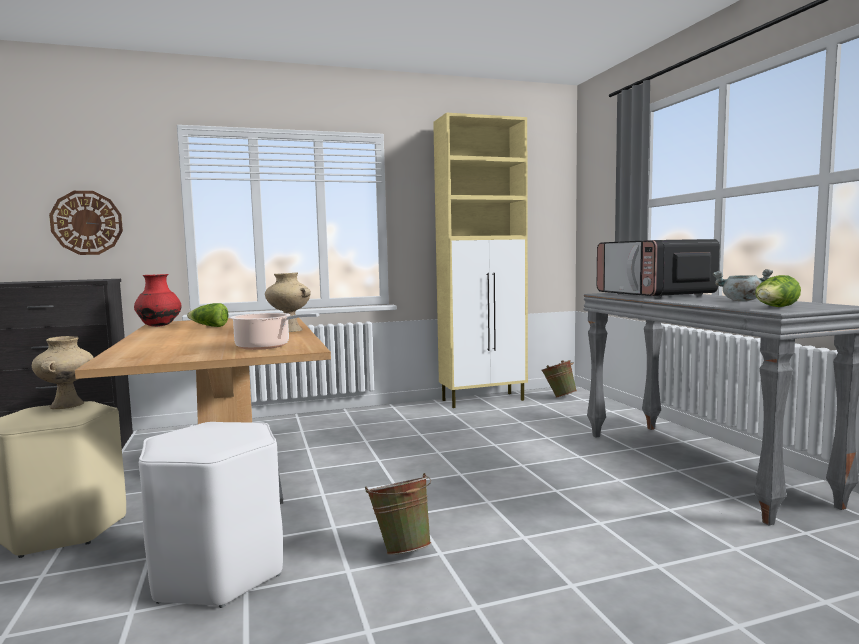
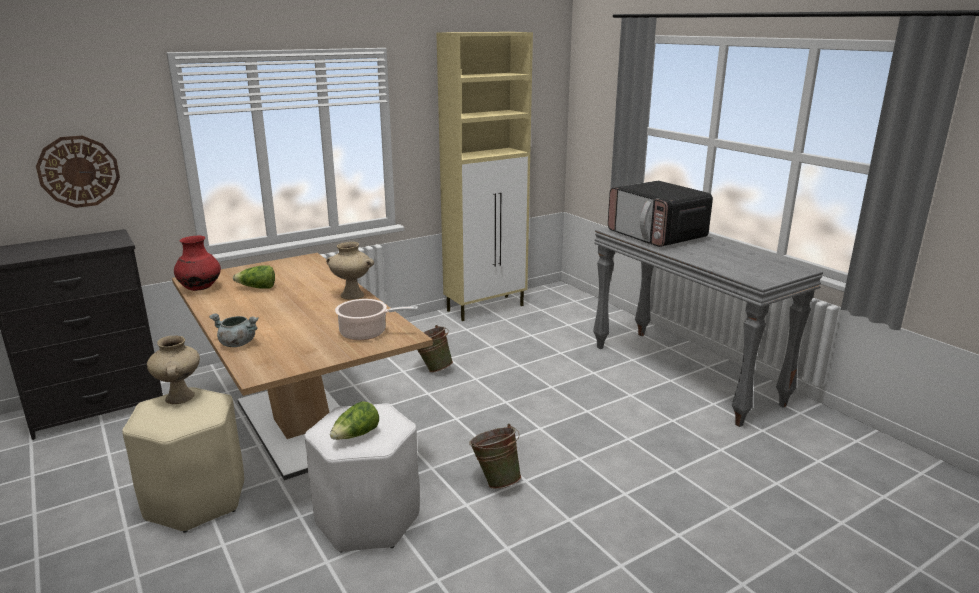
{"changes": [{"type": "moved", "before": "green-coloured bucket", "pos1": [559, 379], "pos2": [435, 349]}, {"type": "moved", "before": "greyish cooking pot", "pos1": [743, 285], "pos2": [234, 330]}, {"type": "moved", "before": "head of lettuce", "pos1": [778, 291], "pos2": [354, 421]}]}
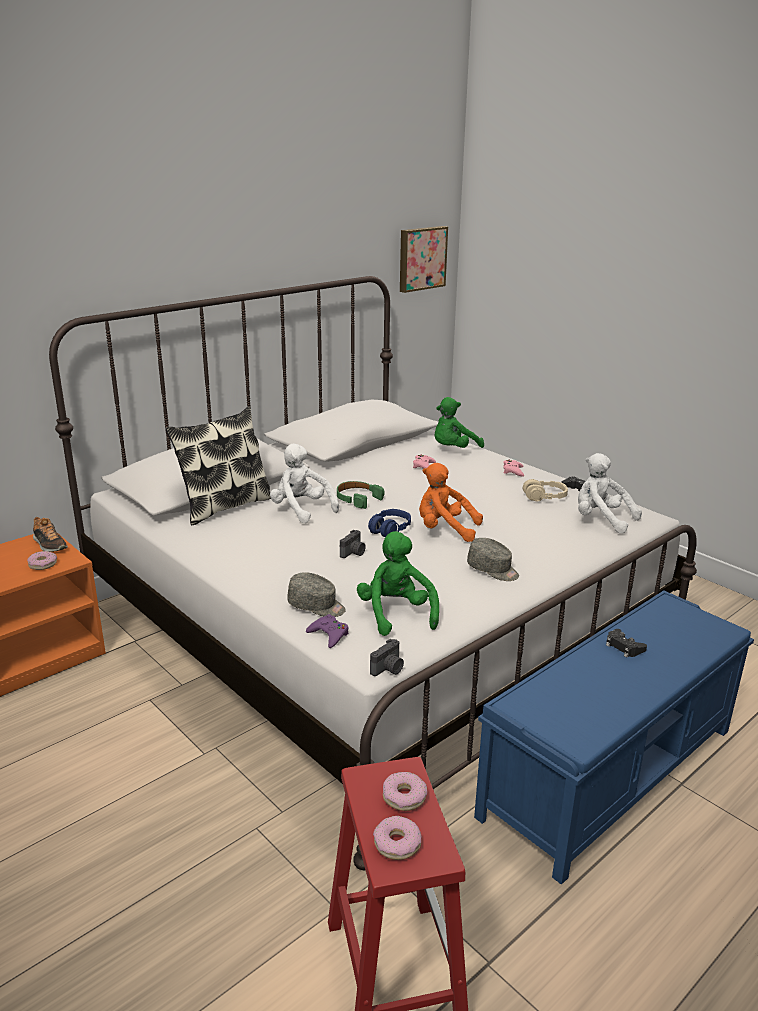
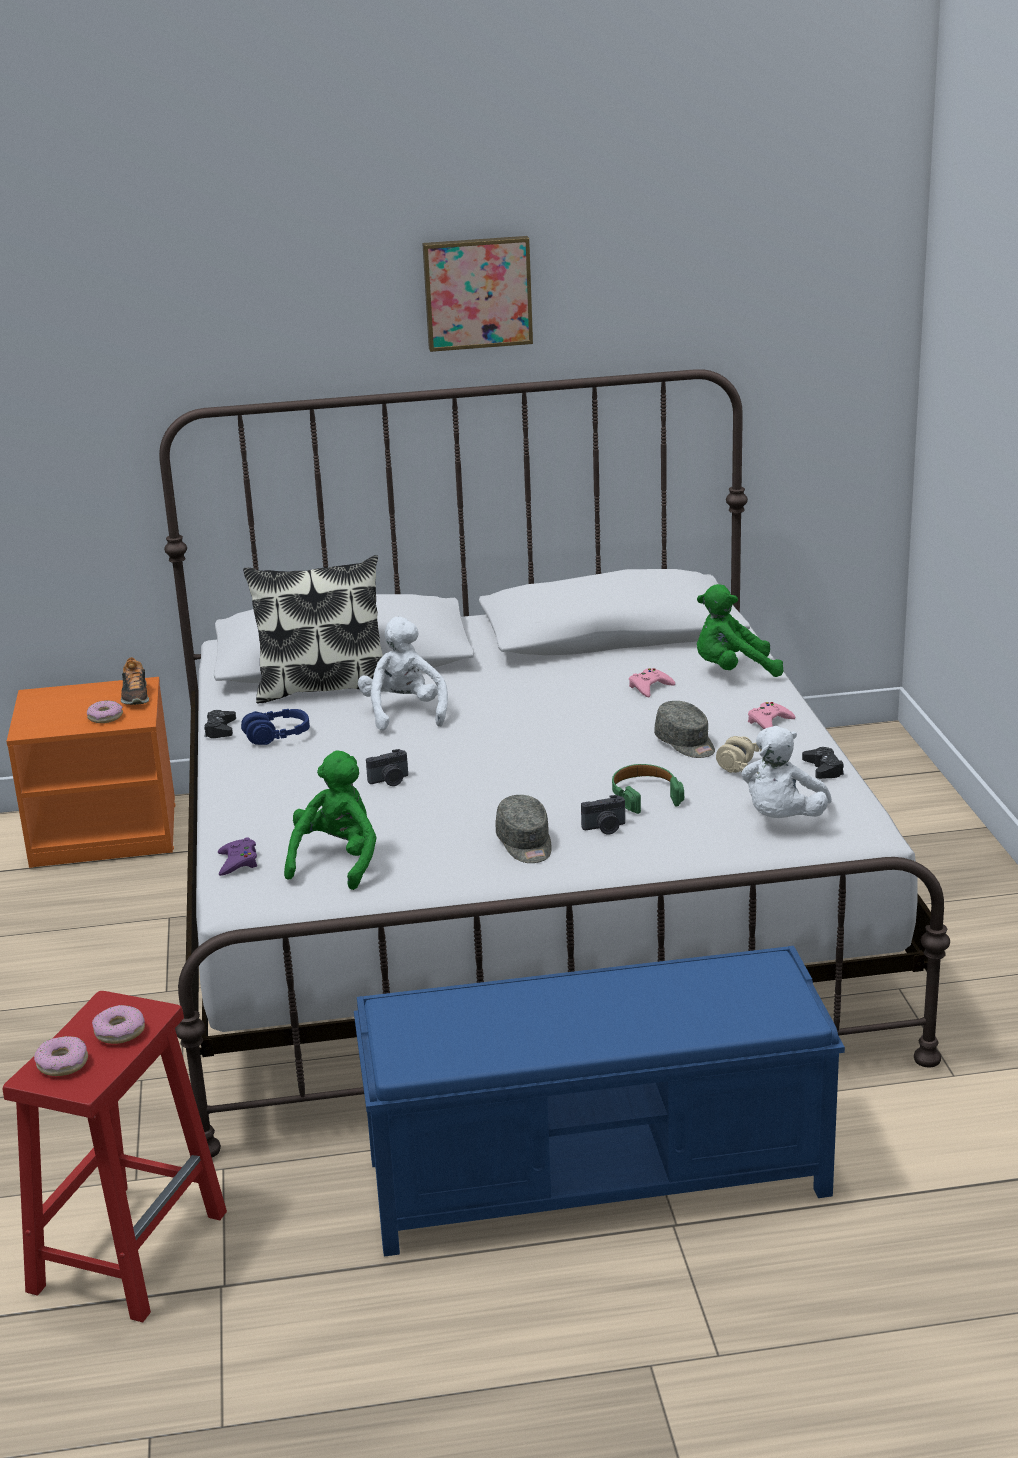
{"changes": [{"type": "removed", "before": "orangey cuddly toy", "pos1": [451, 502]}, {"type": "moved", "before": "greyish baseball cap", "pos1": [316, 594], "pos2": [684, 729]}, {"type": "moved", "before": "green-coloured headphones", "pos1": [361, 495], "pos2": [648, 789]}, {"type": "moved", "before": "blue headphones", "pos1": [389, 523], "pos2": [275, 727]}, {"type": "moved", "before": "photo camera", "pos1": [387, 657], "pos2": [603, 814]}, {"type": "moved", "before": "picture", "pos1": [424, 259], "pos2": [477, 294]}, {"type": "moved", "before": "blackish joypad", "pos1": [626, 643], "pos2": [220, 724]}, {"type": "turned", "before": "white-coloured cuddly toy", "pos1": [610, 493], "pos2": [786, 772], "turn": -135}]}
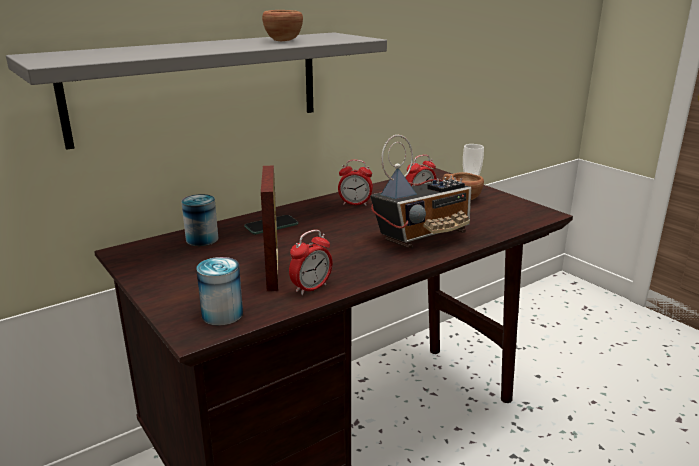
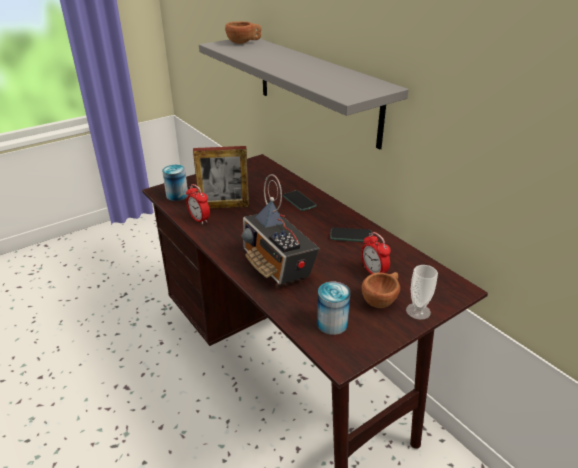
{"changes": [{"type": "moved", "before": "metal can", "pos1": [199, 220], "pos2": [334, 308]}, {"type": "moved", "before": "brownish drinking cup", "pos1": [282, 25], "pos2": [243, 32]}, {"type": "replaced", "before": "bedside clock", "after": "handset", "pos1": [355, 183], "pos2": [351, 234]}]}
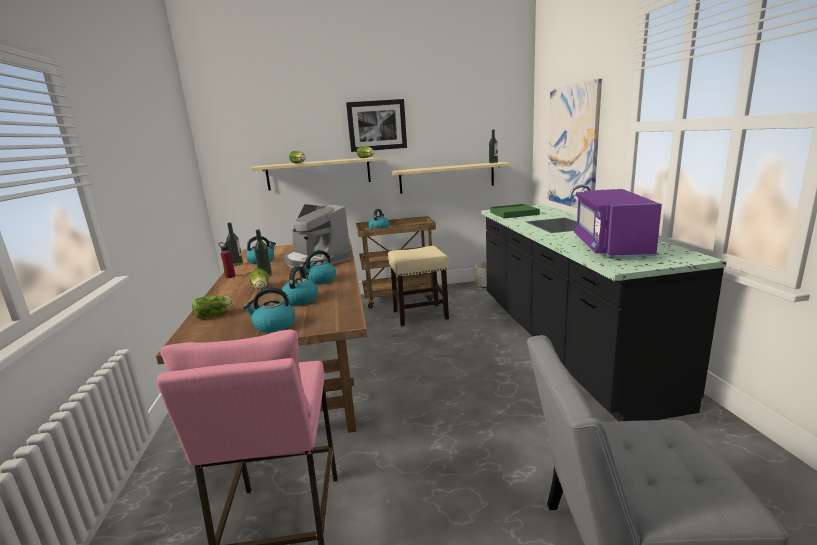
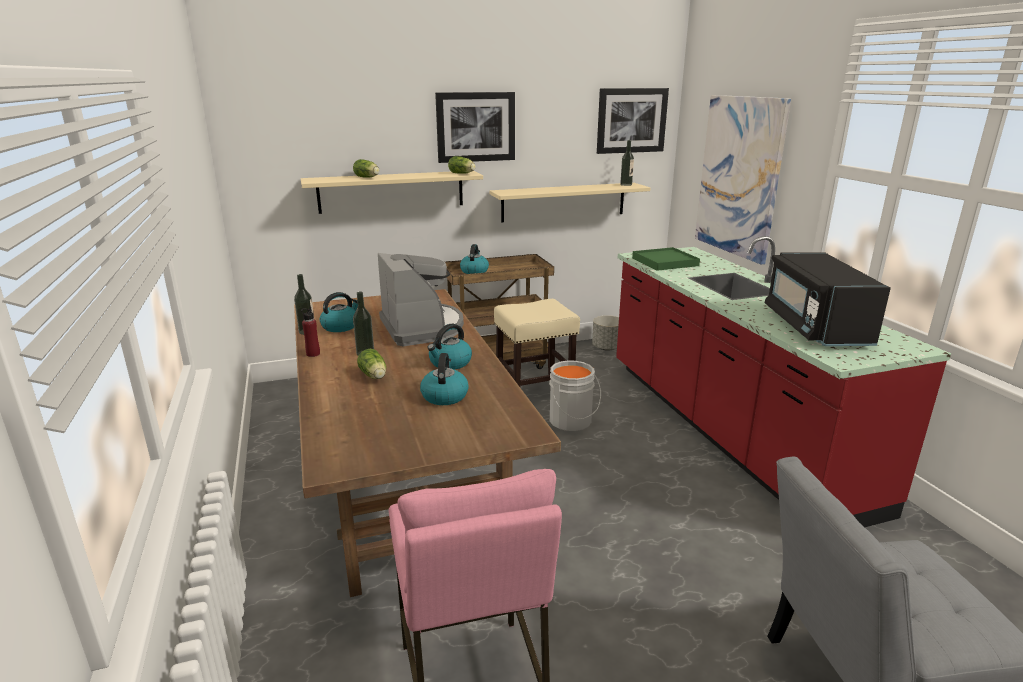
{"changes": [{"type": "removed", "before": "head of lettuce", "pos1": [212, 307]}, {"type": "removed", "before": "kettle", "pos1": [269, 310]}, {"type": "added", "after": "greyish bucket", "pos2": [575, 395]}, {"type": "added", "after": "picture", "pos2": [633, 121]}, {"type": "recoloured", "before": "blackish counter", "after": "red-coloured counter", "pos1": [604, 302], "pos2": [783, 381]}, {"type": "recoloured", "before": "purple-coloured microwave", "after": "blackish microwave", "pos1": [618, 224], "pos2": [828, 299]}, {"type": "turned", "before": "coffee brewer", "pos1": [318, 235], "pos2": [421, 299], "turn": -150}]}
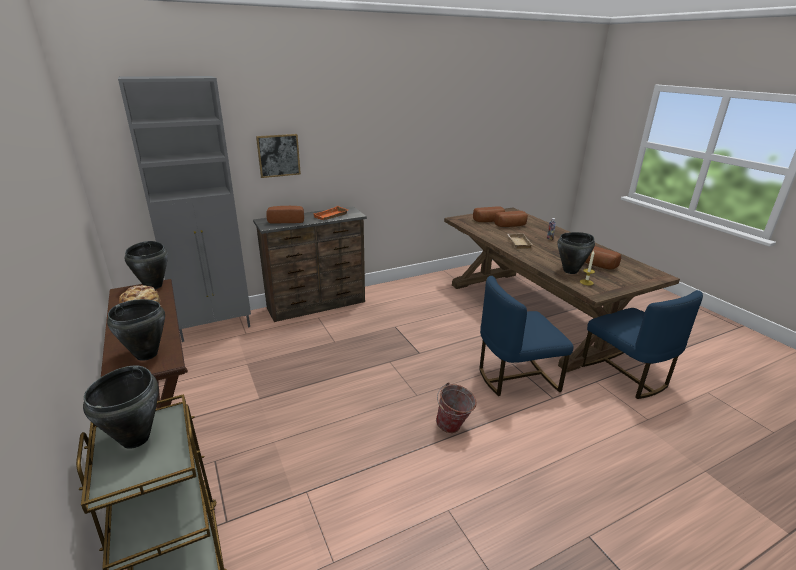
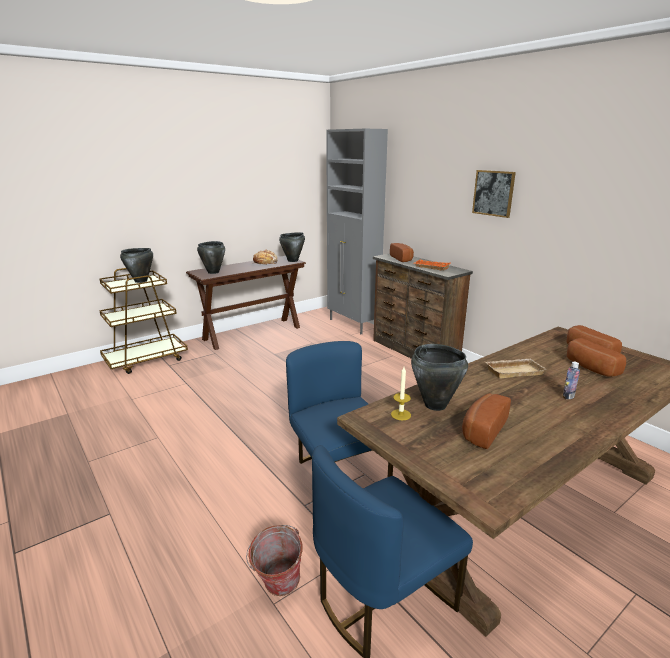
{"changes": [{"type": "moved", "before": "picture", "pos1": [278, 156], "pos2": [494, 194]}, {"type": "moved", "before": "bucket", "pos1": [456, 407], "pos2": [274, 560]}]}
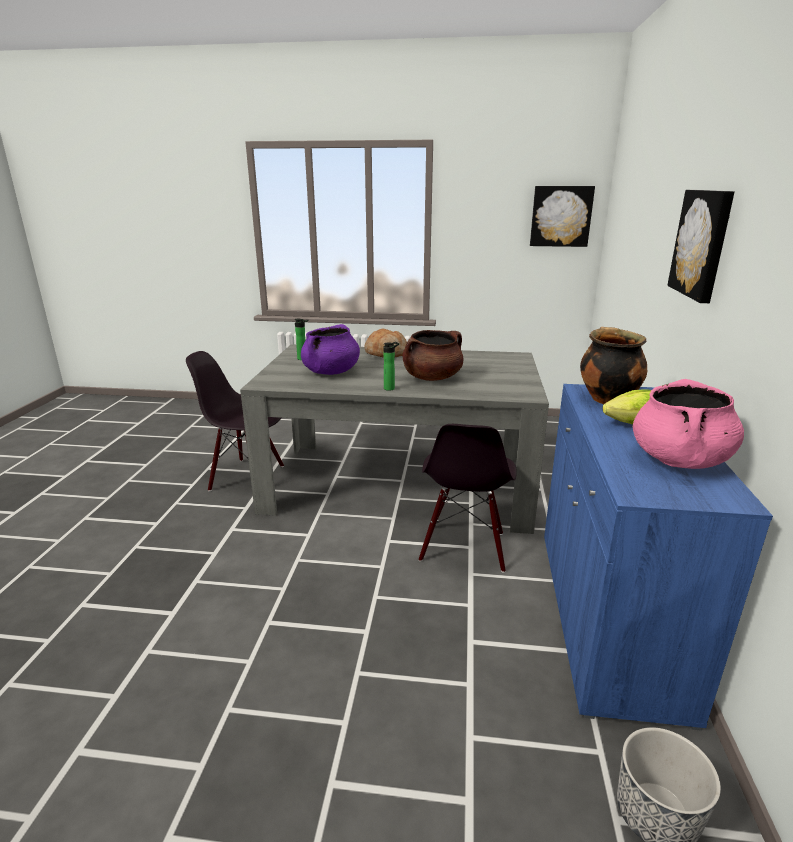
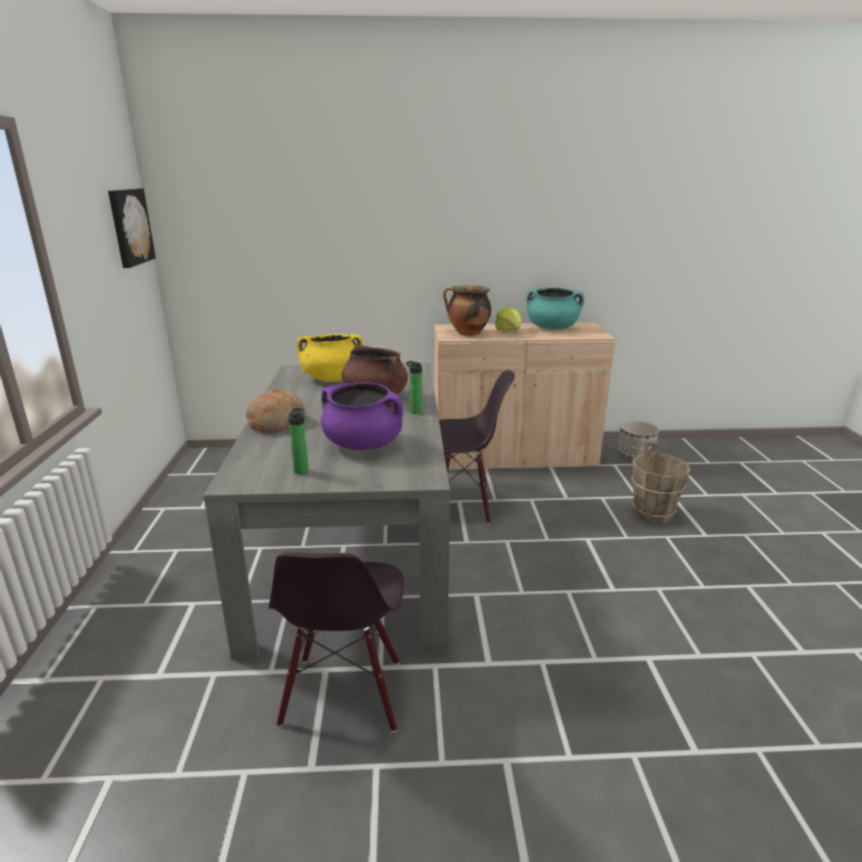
{"changes": [{"type": "removed", "before": "picture", "pos1": [700, 246]}, {"type": "added", "after": "yellowish cooking pot", "pos2": [329, 358]}, {"type": "added", "after": "brownish bucket", "pos2": [661, 483]}, {"type": "recoloured", "before": "blue storage cabinet", "after": "beige-coloured storage cabinet", "pos1": [658, 557], "pos2": [524, 396]}, {"type": "recoloured", "before": "pink-coloured cooking pot", "after": "turquoise cooking pot", "pos1": [688, 424], "pos2": [555, 308]}]}
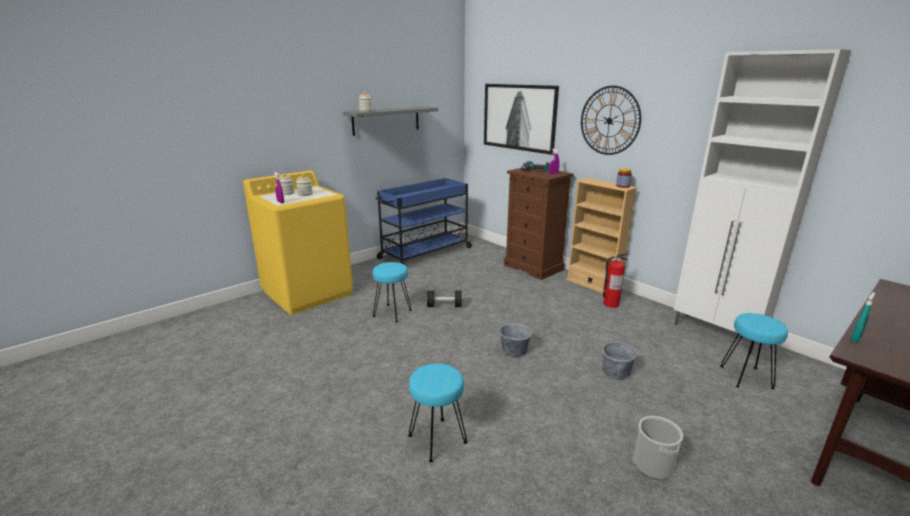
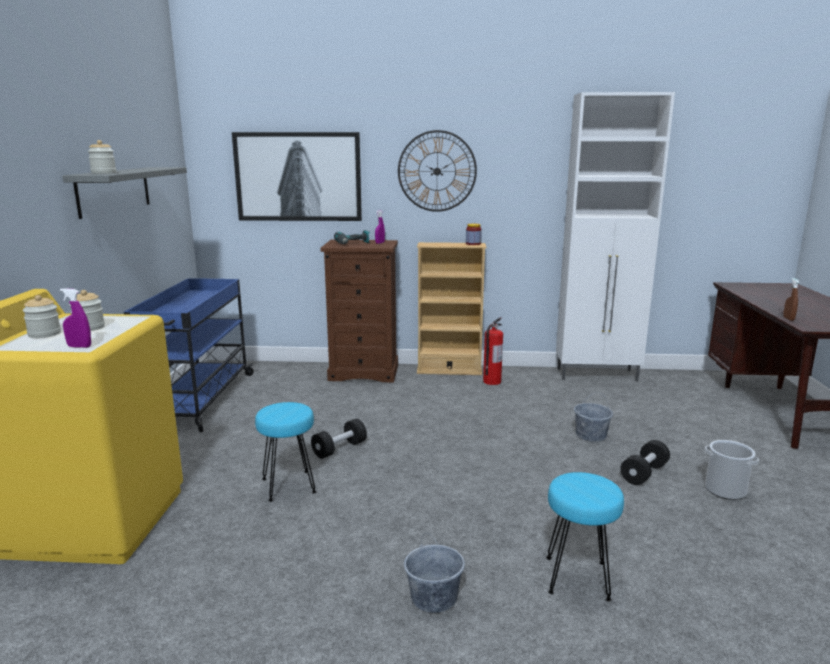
{"changes": [{"type": "removed", "before": "turquoise sitting stool", "pos1": [754, 351]}, {"type": "added", "after": "blackish free weight", "pos2": [645, 462]}, {"type": "moved", "before": "greyish bucket", "pos1": [515, 336], "pos2": [434, 573]}, {"type": "recoloured", "before": "turquoise sprayer", "after": "brownish sprayer", "pos1": [862, 317], "pos2": [791, 299]}]}
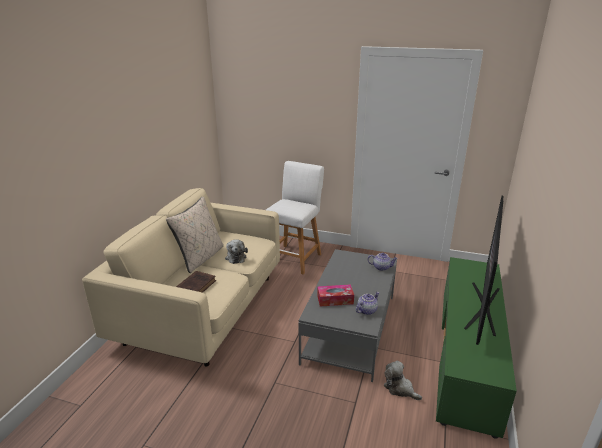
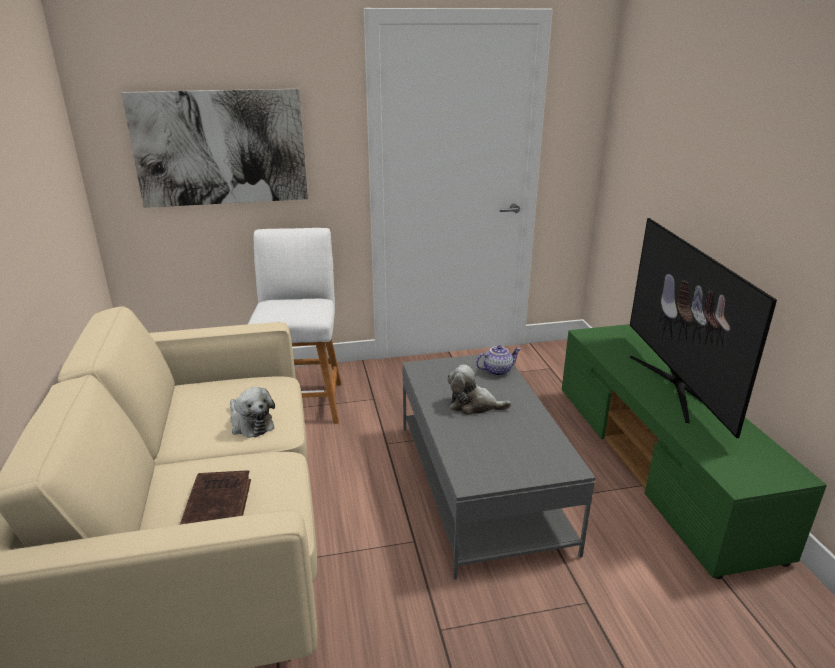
{"changes": [{"type": "removed", "before": "beige-coloured throw pillow", "pos1": [194, 235]}, {"type": "removed", "before": "tissue holder", "pos1": [335, 295]}, {"type": "removed", "before": "tea pot", "pos1": [368, 303]}, {"type": "added", "after": "picture", "pos2": [214, 148]}, {"type": "moved", "before": "cuddly toy", "pos1": [403, 380], "pos2": [479, 390]}]}
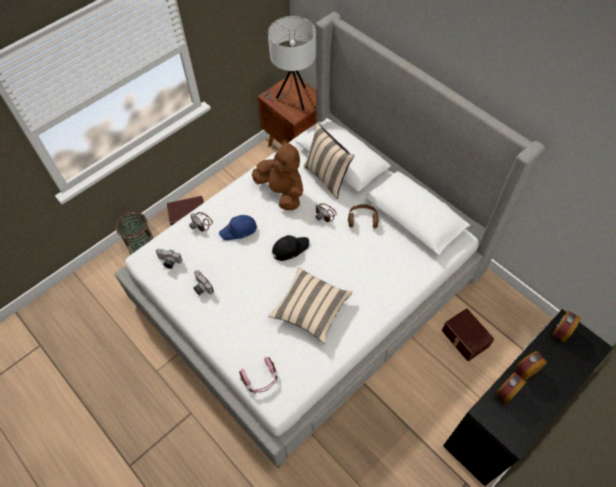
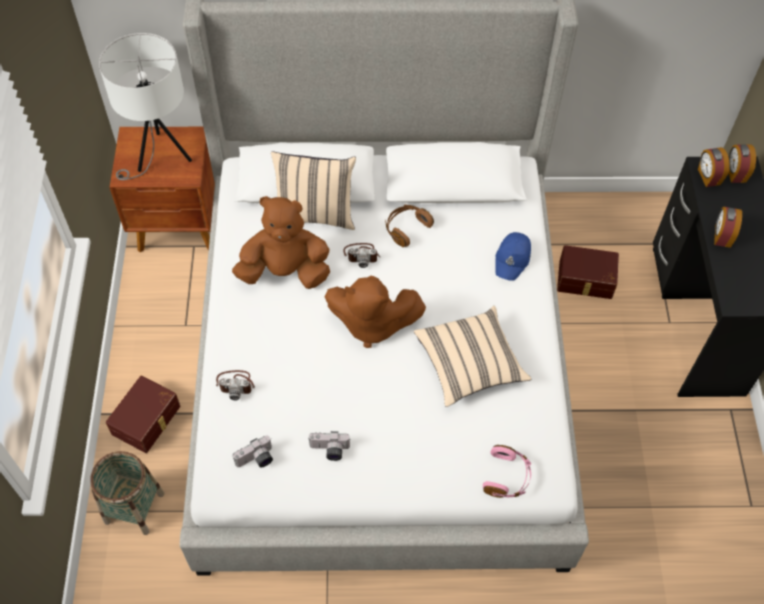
{"changes": [{"type": "moved", "before": "blue baseball cap", "pos1": [238, 227], "pos2": [513, 256]}, {"type": "moved", "before": "bedside clock", "pos1": [511, 388], "pos2": [742, 164]}, {"type": "replaced", "before": "blackish baseball cap", "after": "brownish cuddly toy", "pos1": [290, 248], "pos2": [375, 312]}]}
